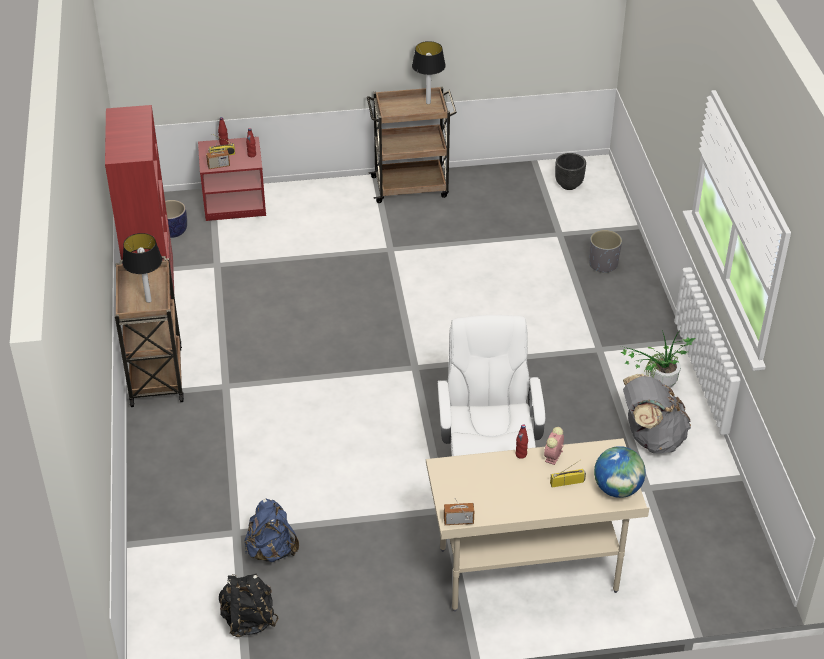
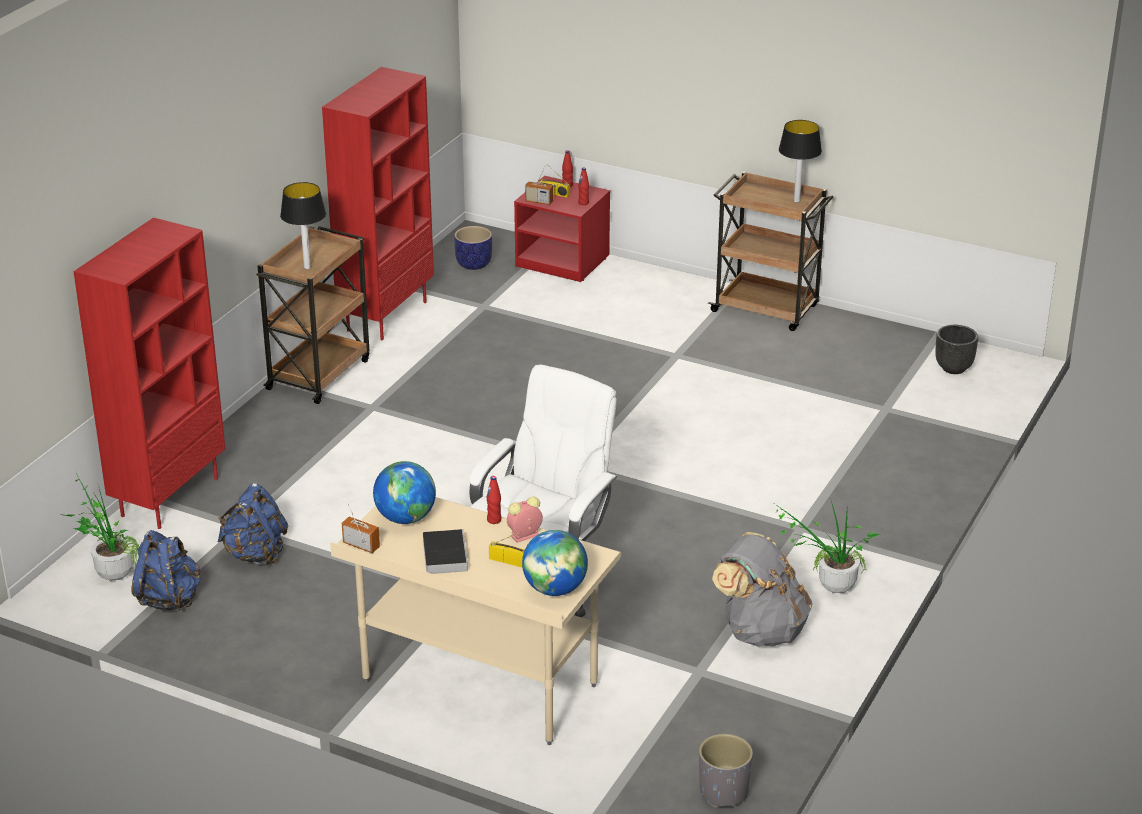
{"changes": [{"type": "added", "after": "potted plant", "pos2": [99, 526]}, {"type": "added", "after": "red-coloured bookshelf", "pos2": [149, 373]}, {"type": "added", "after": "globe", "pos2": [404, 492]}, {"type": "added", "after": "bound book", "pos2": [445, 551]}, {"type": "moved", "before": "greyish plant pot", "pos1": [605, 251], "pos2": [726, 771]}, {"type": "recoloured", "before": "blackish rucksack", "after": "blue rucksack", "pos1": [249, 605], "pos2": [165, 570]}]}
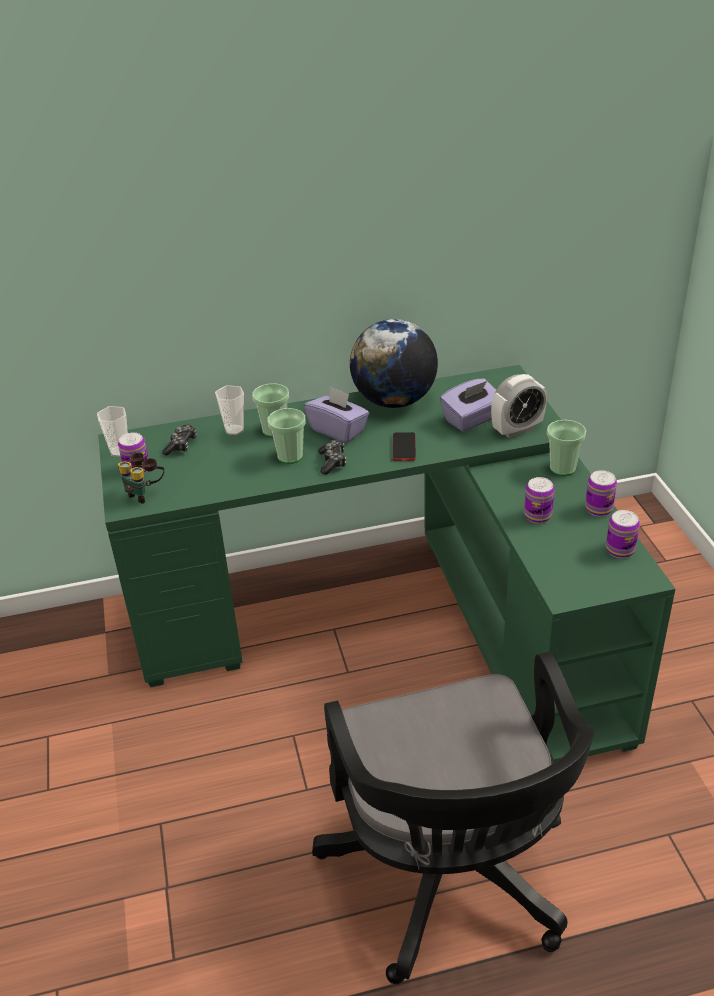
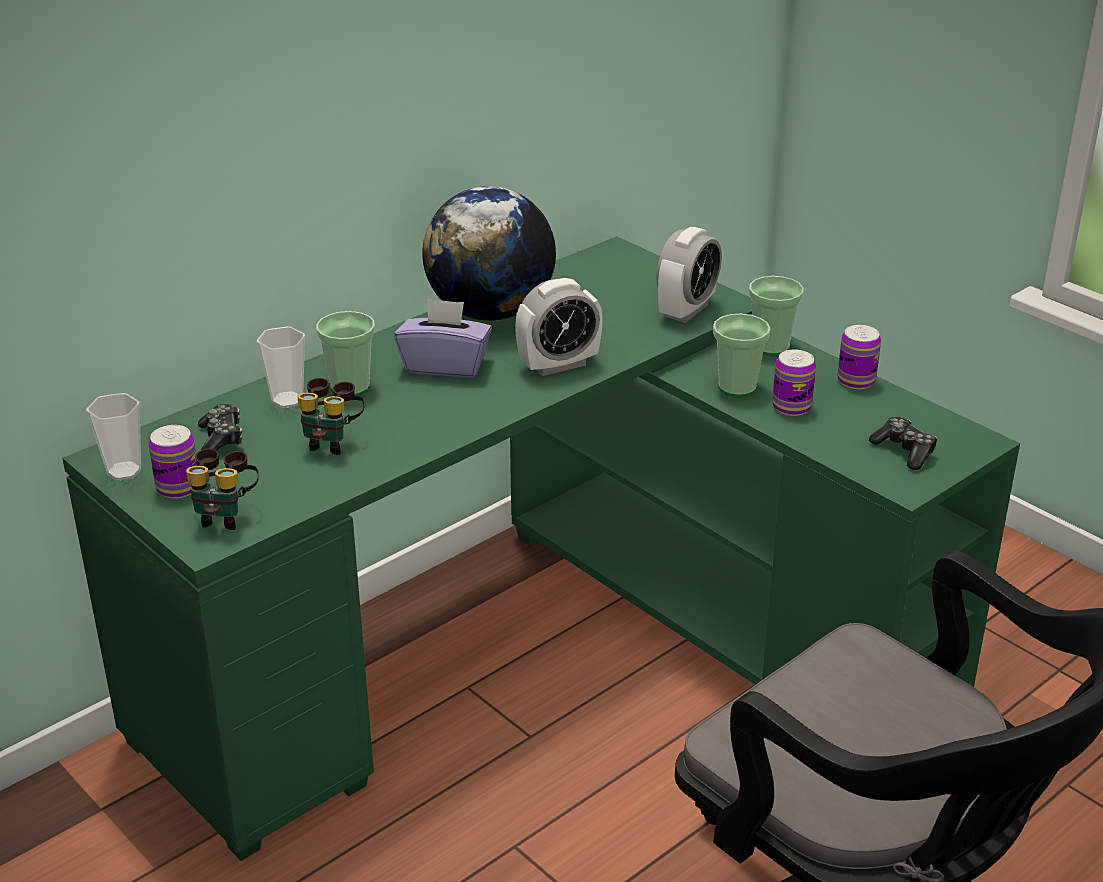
{"changes": [{"type": "removed", "before": "purple-coloured tissue holder", "pos1": [468, 405]}, {"type": "removed", "before": "metal can", "pos1": [623, 534]}, {"type": "added", "after": "pair of binoculars", "pos2": [330, 416]}, {"type": "moved", "before": "drinking cup", "pos1": [286, 436], "pos2": [741, 355]}, {"type": "moved", "before": "joypad", "pos1": [332, 457], "pos2": [903, 443]}, {"type": "replaced", "before": "handset", "after": "bedside clock", "pos1": [404, 446], "pos2": [559, 327]}]}
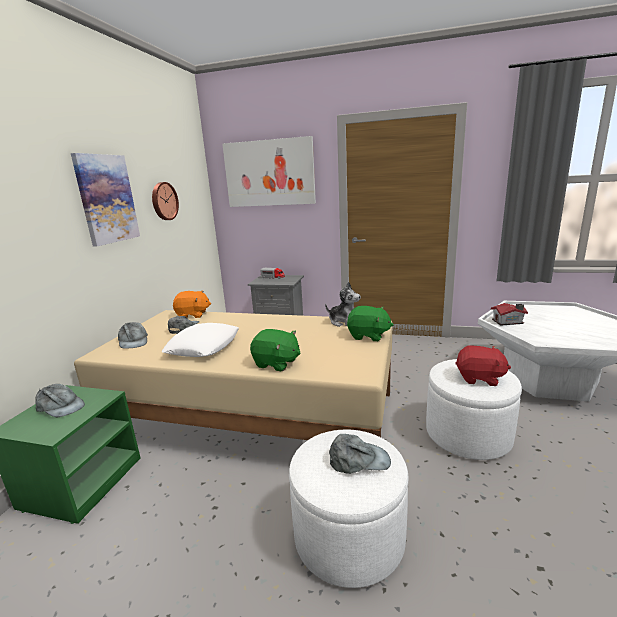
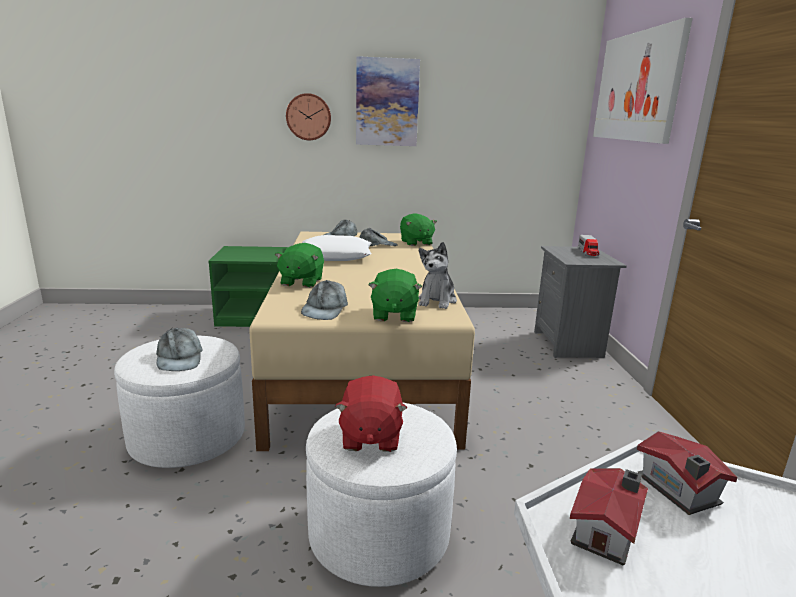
{"changes": [{"type": "added", "after": "model house", "pos2": [609, 517]}, {"type": "moved", "before": "greyish baseball cap", "pos1": [60, 400], "pos2": [324, 300]}, {"type": "moved", "before": "clock on the wall", "pos1": [165, 201], "pos2": [308, 116]}, {"type": "recoloured", "before": "orangey cuddly toy", "after": "green-coloured cuddly toy", "pos1": [192, 304], "pos2": [418, 229]}]}
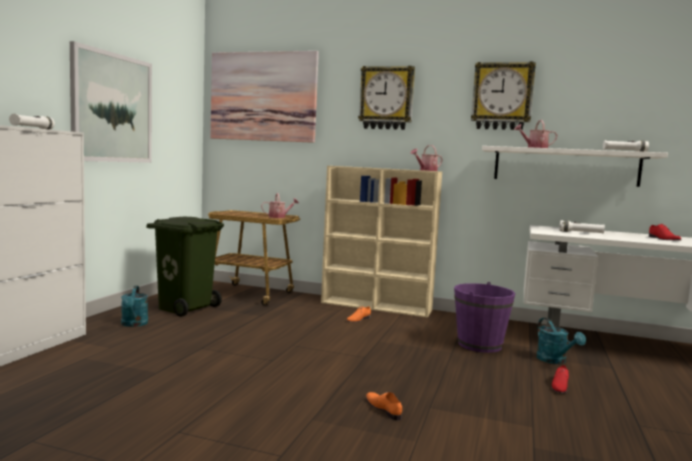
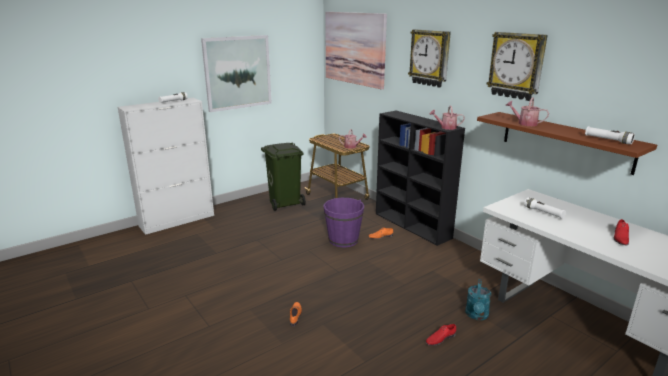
{"changes": [{"type": "removed", "before": "turquoise watering can", "pos1": [134, 306]}, {"type": "moved", "before": "purple-coloured bucket", "pos1": [485, 317], "pos2": [343, 222]}, {"type": "recoloured", "before": "beige-coloured bookshelf", "after": "blackish bookshelf", "pos1": [381, 242], "pos2": [420, 178]}, {"type": "recoloured", "before": "white-coloured shelf", "after": "brownish shelf", "pos1": [575, 166], "pos2": [567, 143]}]}
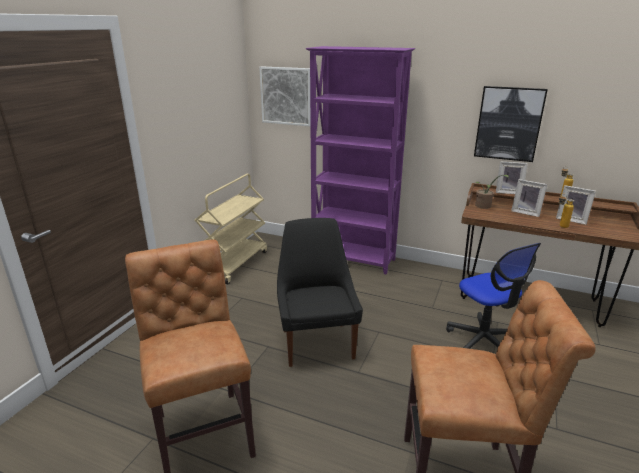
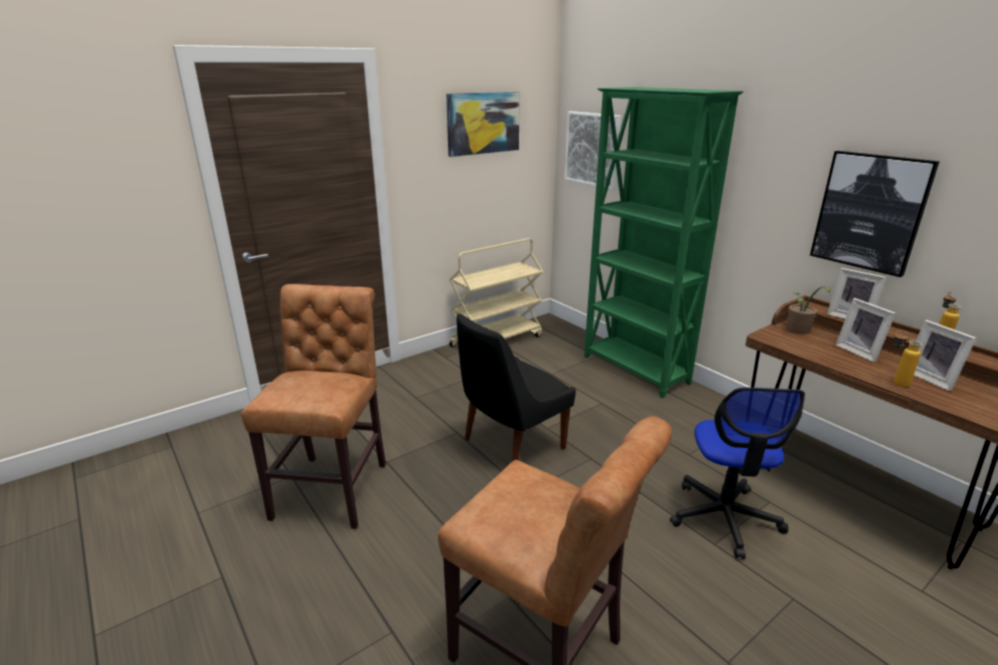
{"changes": [{"type": "added", "after": "picture", "pos2": [483, 124]}, {"type": "recoloured", "before": "purple-coloured bookshelf", "after": "green-coloured bookshelf", "pos1": [360, 160], "pos2": [664, 242]}, {"type": "turned", "before": "blackish plain chair", "pos1": [320, 292], "pos2": [516, 387], "turn": -150}]}
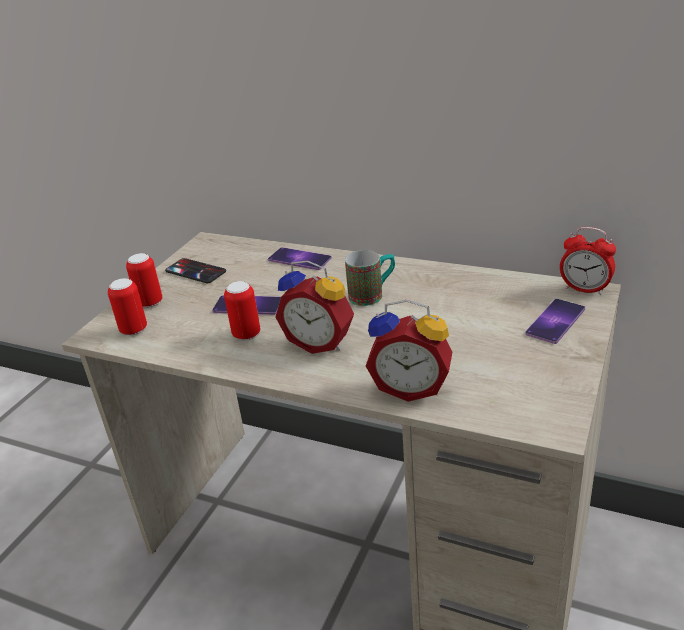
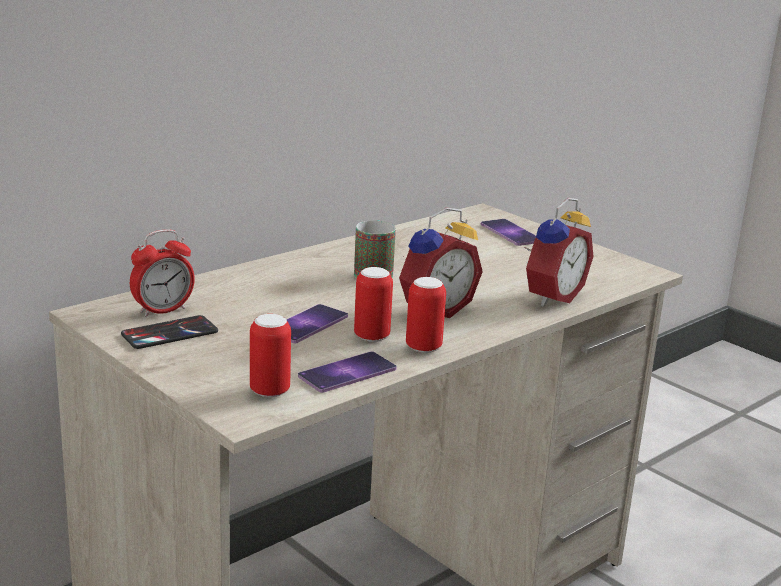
{"changes": [{"type": "moved", "before": "metal can", "pos1": [144, 280], "pos2": [426, 315]}, {"type": "moved", "before": "handset", "pos1": [300, 258], "pos2": [347, 372]}, {"type": "moved", "before": "bedside clock", "pos1": [588, 261], "pos2": [162, 273]}]}
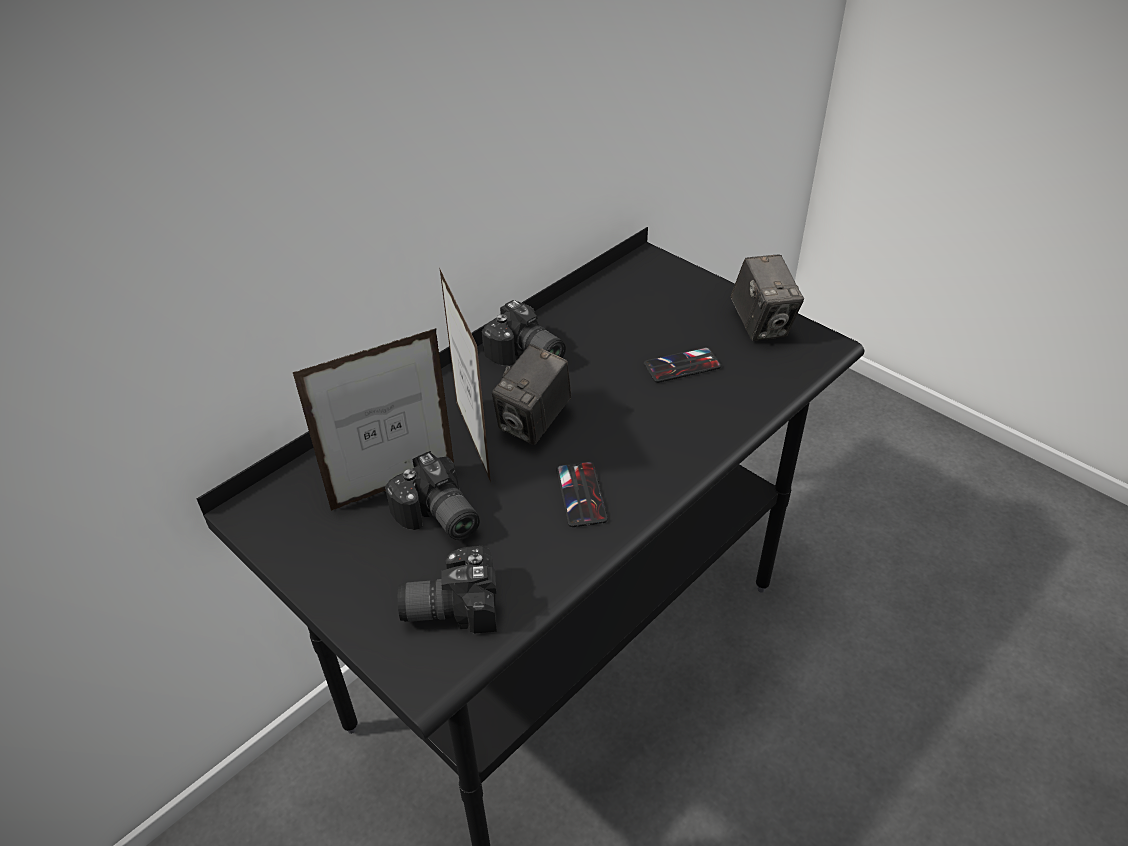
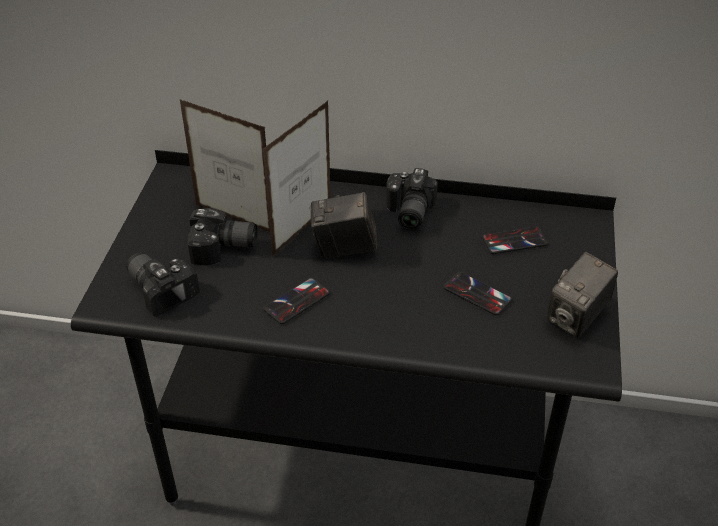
{"changes": [{"type": "added", "after": "handset", "pos2": [515, 240]}, {"type": "turned", "before": "photo camera", "pos1": [432, 495], "pos2": [222, 236], "turn": -105}]}
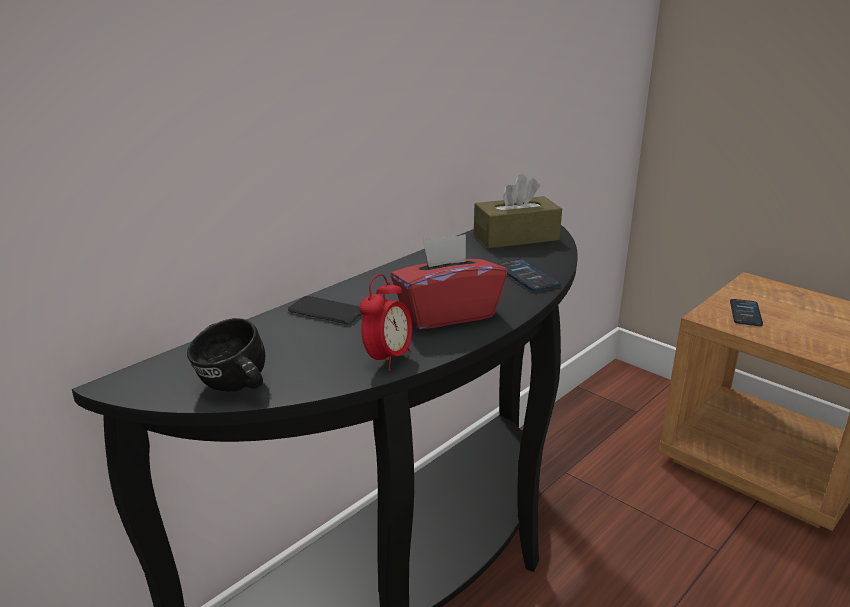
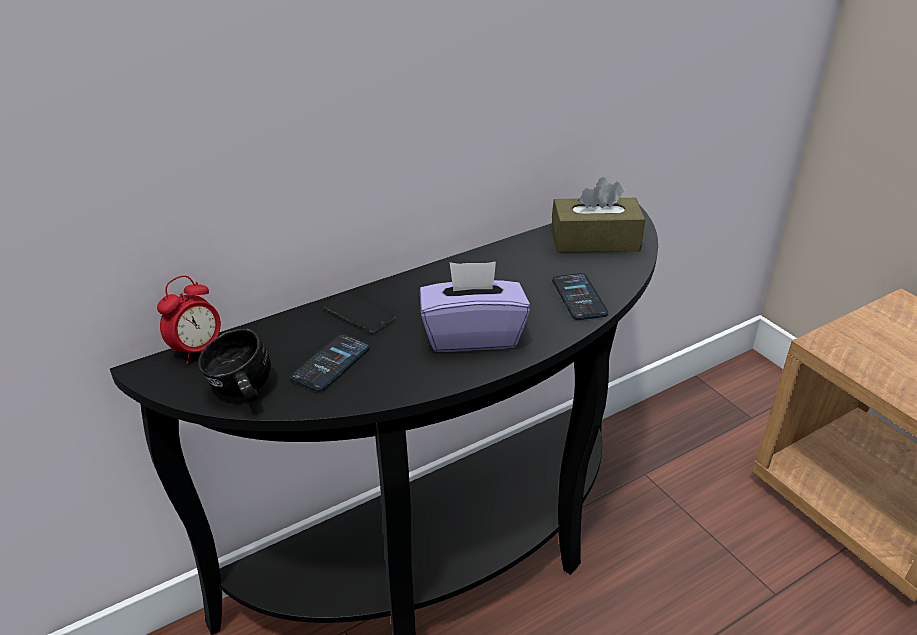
{"changes": [{"type": "moved", "before": "bedside clock", "pos1": [385, 322], "pos2": [189, 320]}, {"type": "moved", "before": "handset", "pos1": [746, 312], "pos2": [330, 363]}, {"type": "recoloured", "before": "red-coloured tissue holder", "after": "purple-coloured tissue holder", "pos1": [449, 281], "pos2": [475, 307]}]}
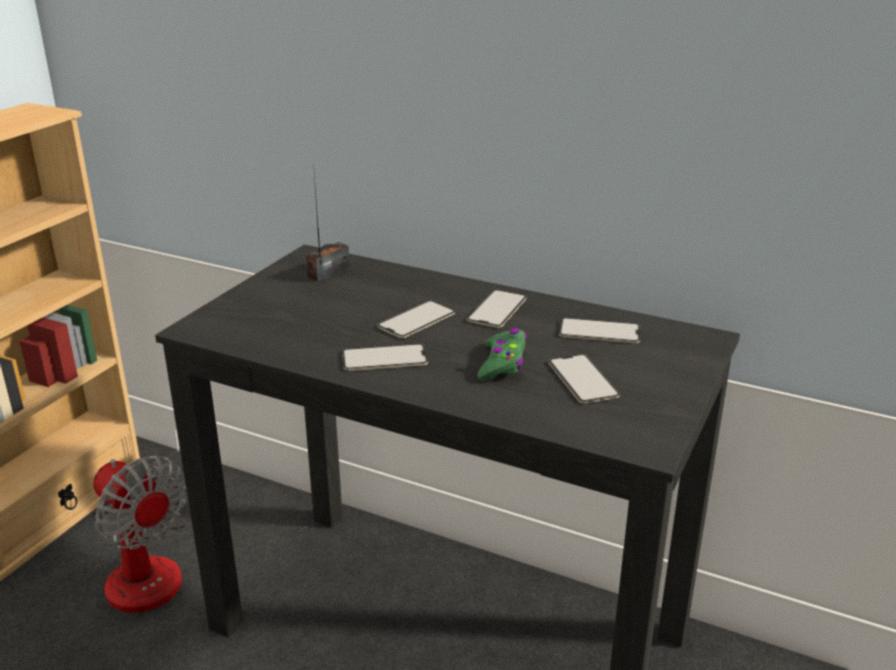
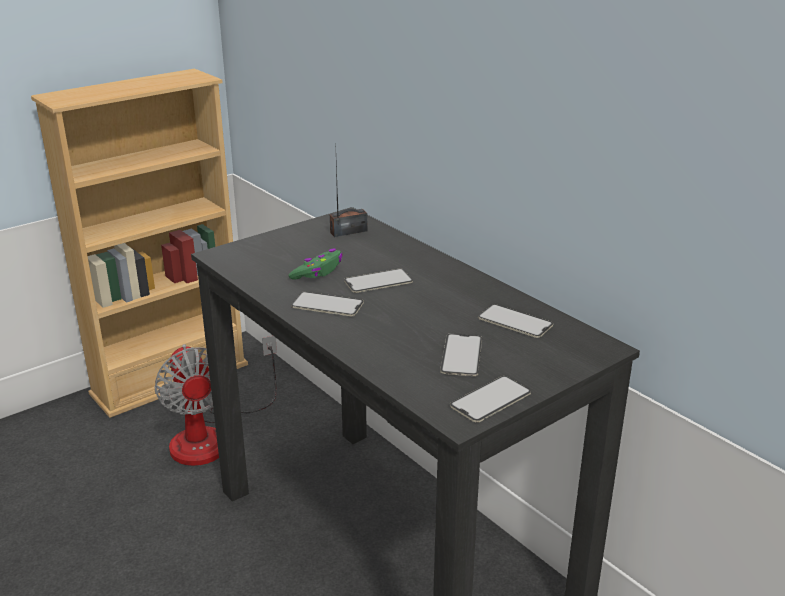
{"changes": [{"type": "moved", "before": "handset", "pos1": [496, 309], "pos2": [490, 399]}, {"type": "moved", "before": "green-coloured joypad", "pos1": [502, 354], "pos2": [315, 264]}]}
